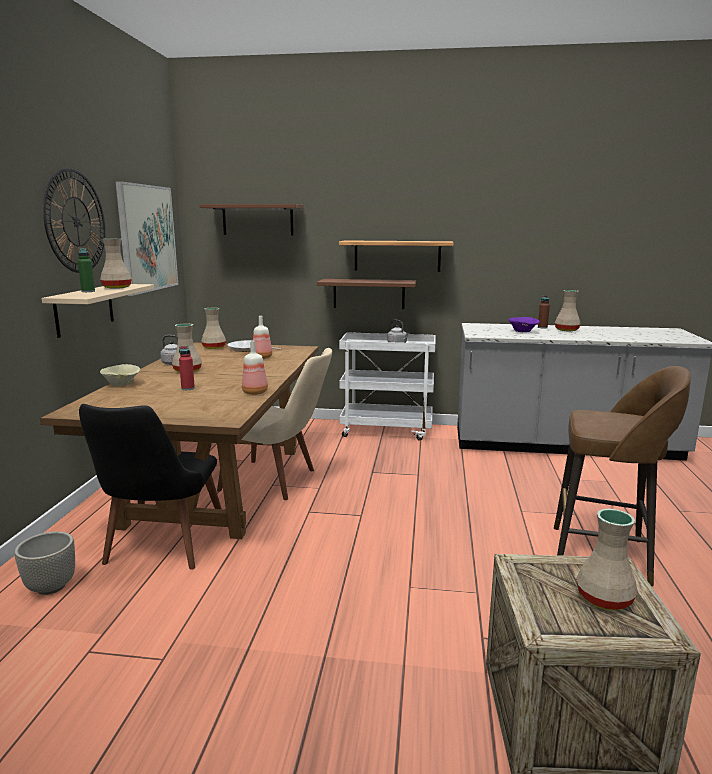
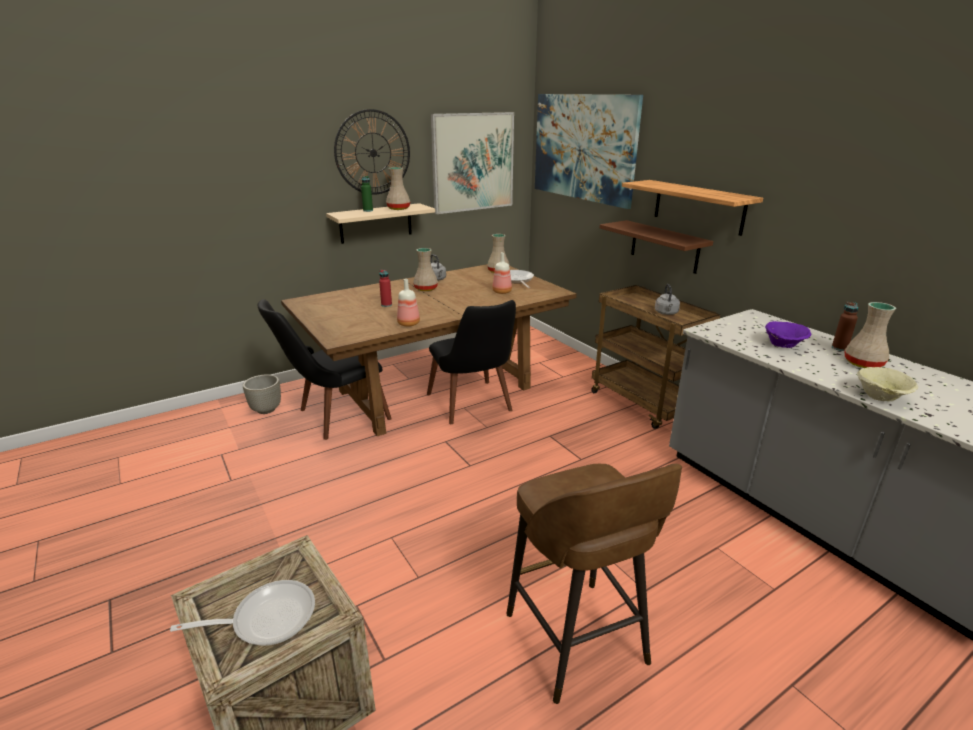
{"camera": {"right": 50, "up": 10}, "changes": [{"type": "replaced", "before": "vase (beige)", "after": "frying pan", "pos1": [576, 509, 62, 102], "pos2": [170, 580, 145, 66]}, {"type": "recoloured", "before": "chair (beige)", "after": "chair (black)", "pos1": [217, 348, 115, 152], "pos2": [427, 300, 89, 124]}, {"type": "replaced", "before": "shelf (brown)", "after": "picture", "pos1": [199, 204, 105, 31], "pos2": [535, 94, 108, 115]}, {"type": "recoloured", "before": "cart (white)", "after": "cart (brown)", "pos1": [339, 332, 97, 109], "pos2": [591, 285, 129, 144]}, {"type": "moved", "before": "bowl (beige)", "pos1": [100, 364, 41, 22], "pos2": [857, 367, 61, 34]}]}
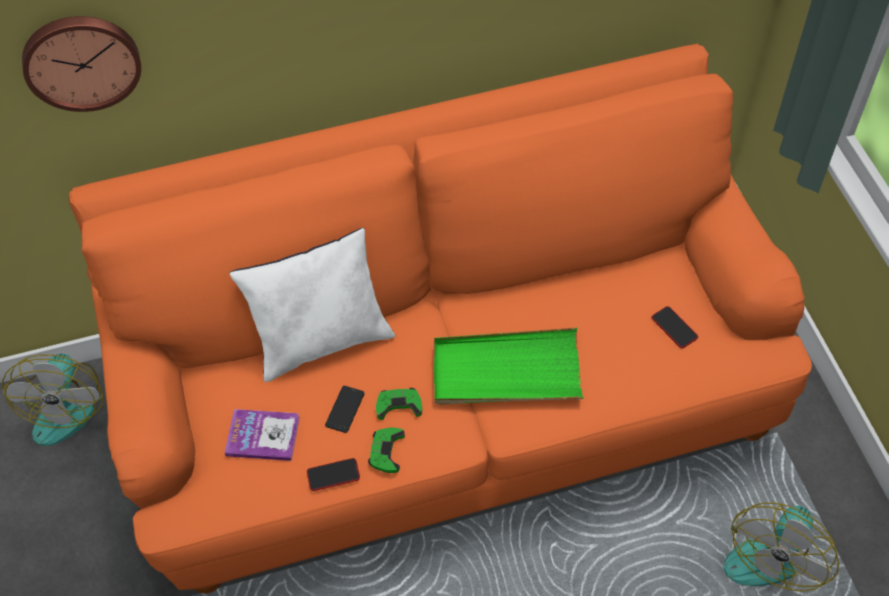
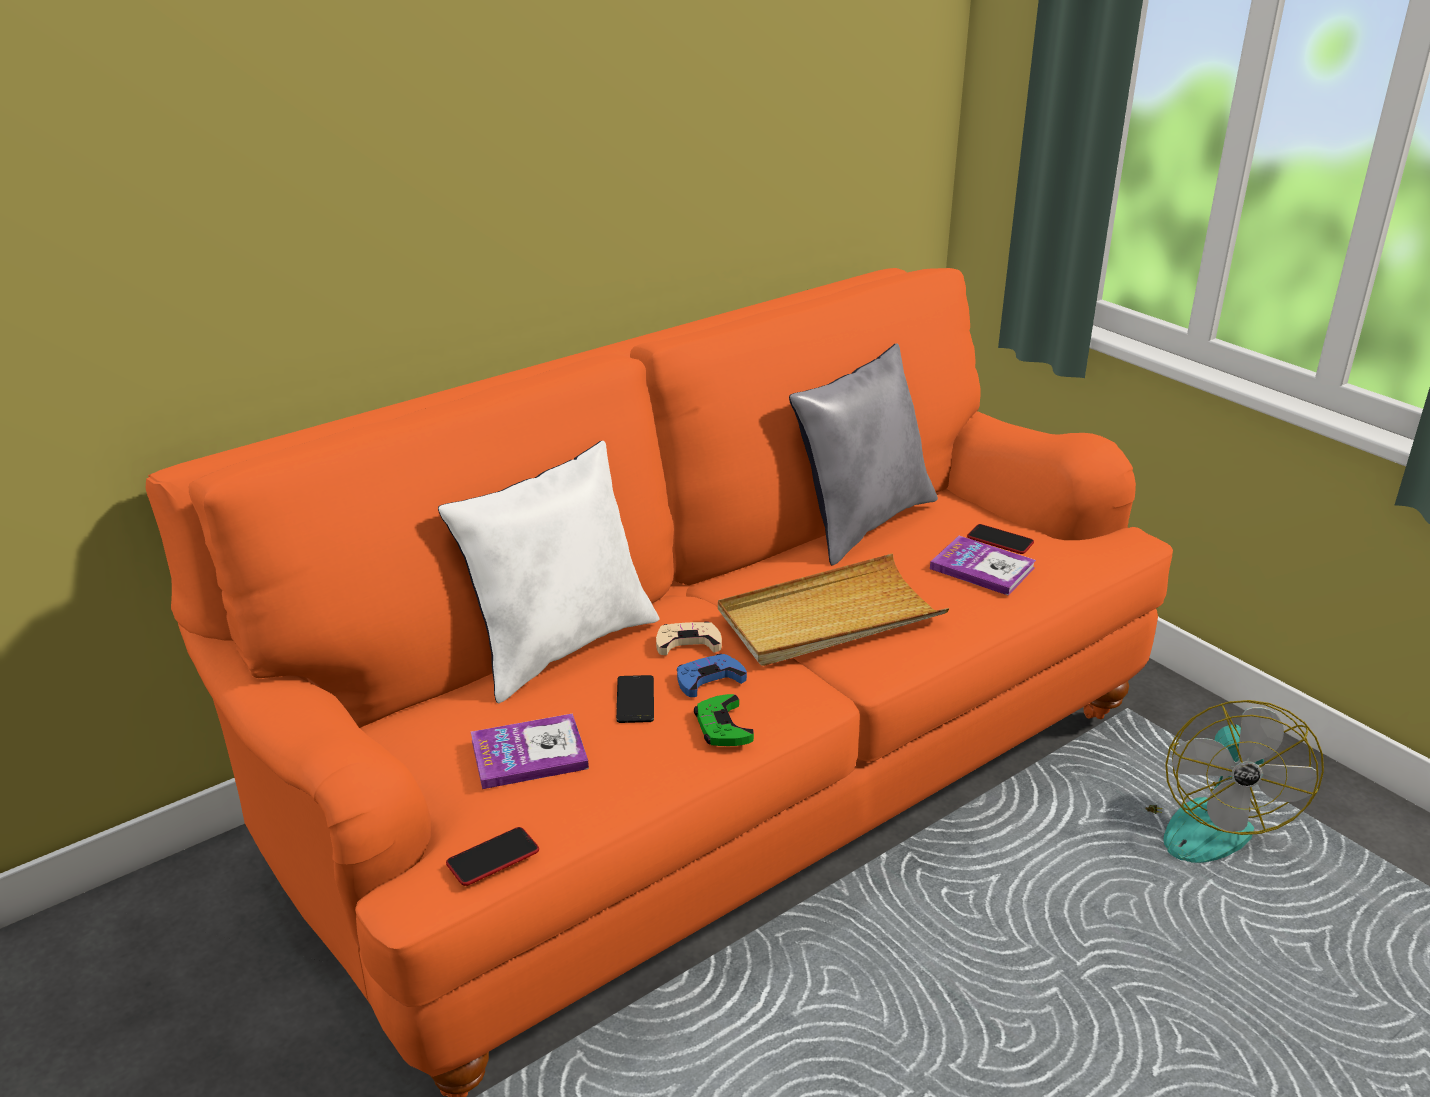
{"camera": {"right": -25, "up": -25}, "changes": [{"type": "moved", "before": "phone", "pos1": [307, 458, 53, 33], "pos2": [446, 827, 93, 59]}, {"type": "added", "after": "game controller (beige)", "pos2": [656, 621, 66, 34]}, {"type": "recoloured", "before": "game controller (green)", "after": "game controller (blue)", "pos1": [376, 388, 46, 32], "pos2": [677, 653, 70, 44]}, {"type": "recoloured", "before": "tray (green)", "after": "tray (beige)", "pos1": [434, 328, 150, 77], "pos2": [718, 554, 231, 112]}, {"type": "added", "after": "pillow (grey)", "pos2": [789, 343, 149, 223]}, {"type": "added", "after": "book", "pos2": [930, 536, 106, 60]}, {"type": "removed", "before": "fan", "pos1": [2, 354, 101, 92]}, {"type": "removed", "before": "wall clock", "pos1": [22, 16, 119, 96]}]}
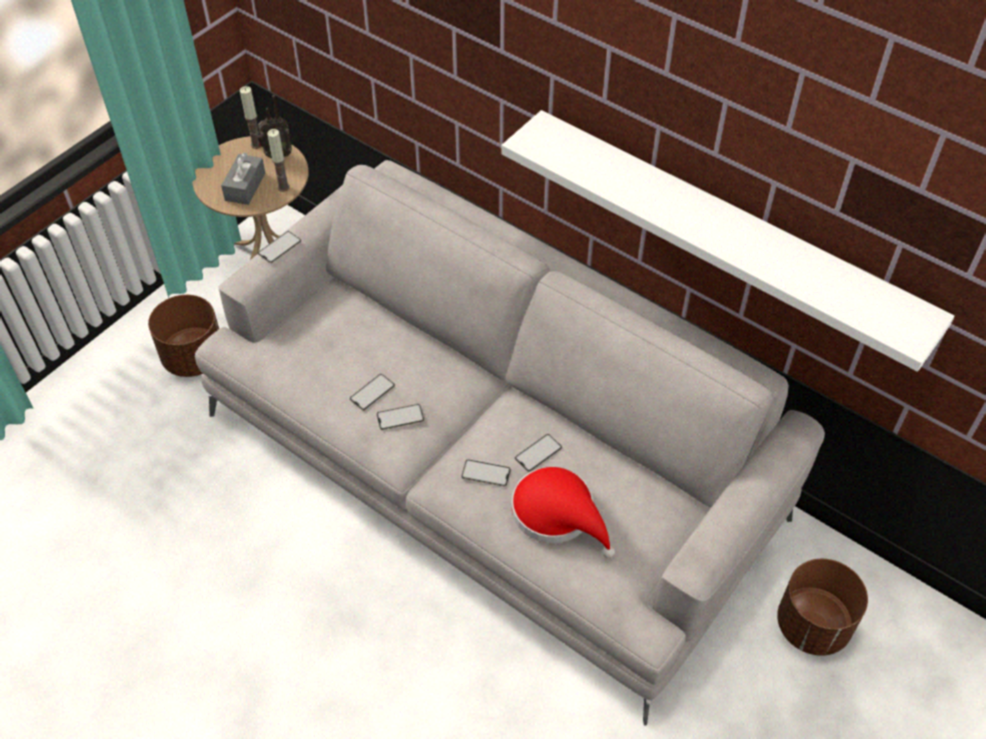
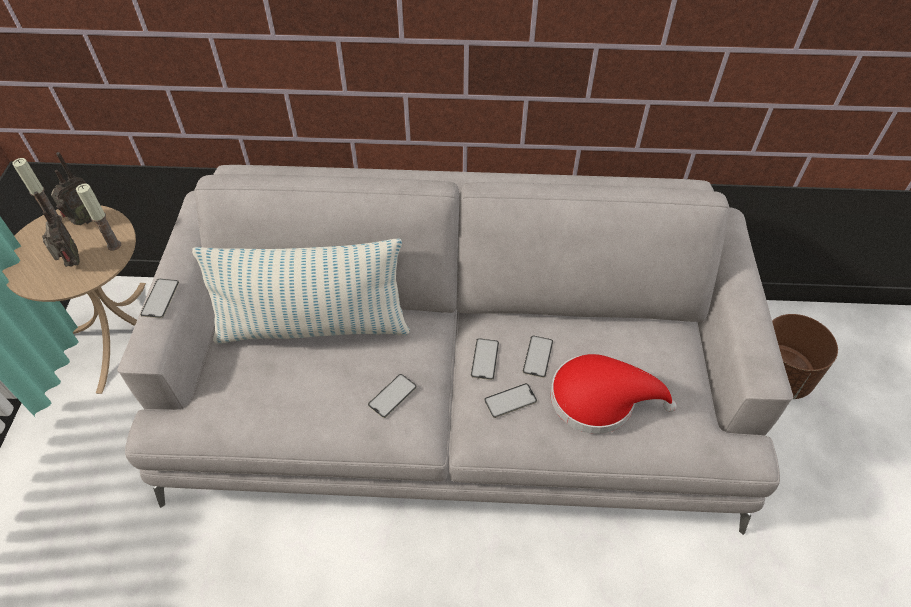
{"camera": {"right": -35, "up": 0}, "changes": [{"type": "replaced", "before": "tissue box (grey)", "after": "radio", "pos1": [221, 153, 44, 52], "pos2": [34, 191, 46, 76]}, {"type": "added", "after": "pillow", "pos2": [192, 239, 218, 104]}, {"type": "moved", "before": "phone", "pos1": [350, 374, 45, 36], "pos2": [471, 338, 28, 42]}, {"type": "removed", "before": "planter (brown)", "pos1": [148, 295, 71, 82]}, {"type": "removed", "before": "shelf (white)", "pos1": [501, 110, 454, 262]}]}
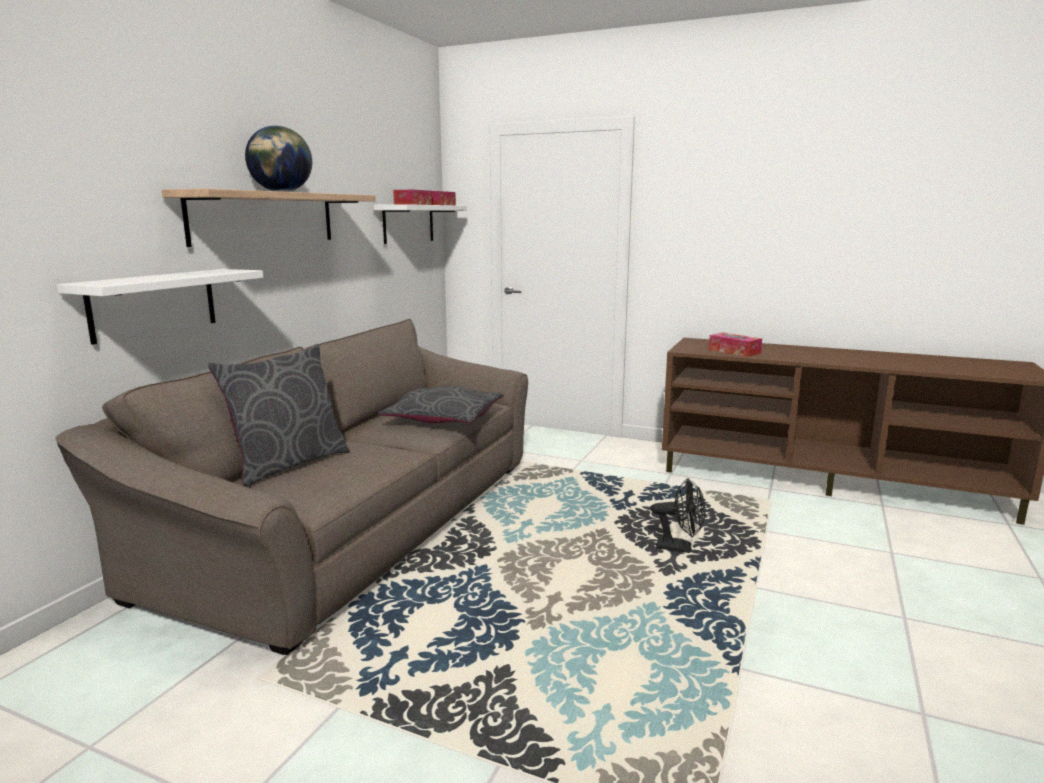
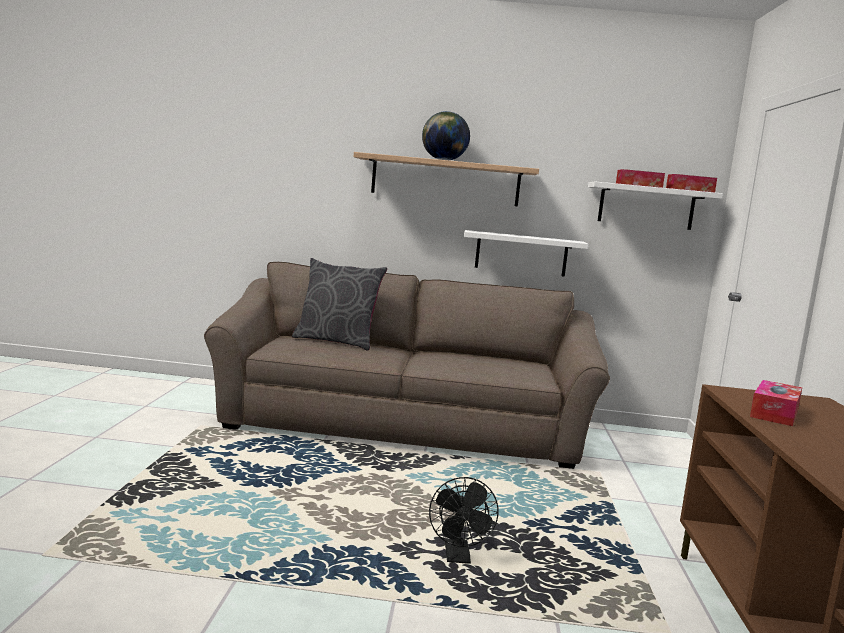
{"camera": {"right": 70, "up": -5}, "changes": [{"type": "moved", "before": "shelf (white)", "pos1": [57, 269, 206, 76], "pos2": [464, 230, 124, 47]}, {"type": "removed", "before": "pillow (grey)", "pos1": [378, 386, 126, 37]}]}
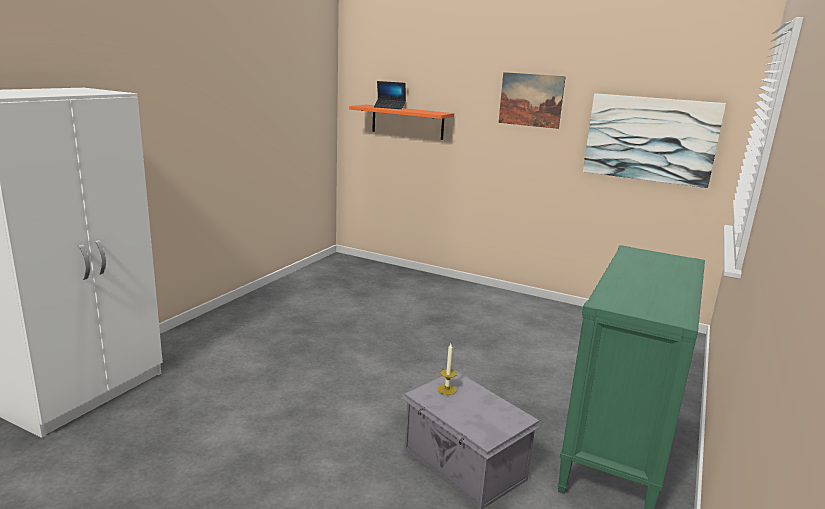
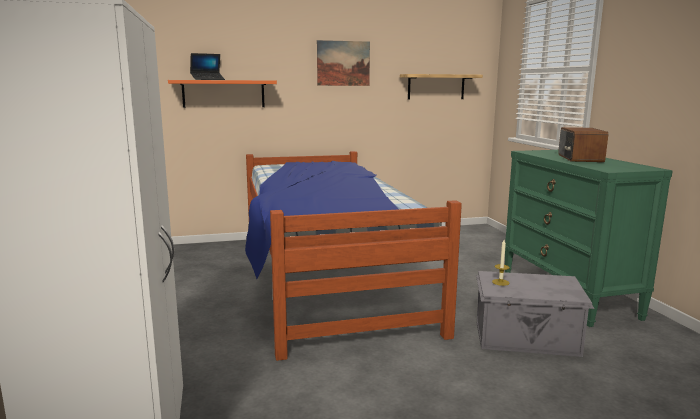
{"camera": {"right": -40, "up": -5}, "changes": [{"type": "added", "after": "bed", "pos2": [245, 151, 217, 210]}, {"type": "replaced", "before": "picture", "after": "shelf", "pos1": [583, 93, 143, 95], "pos2": [400, 74, 83, 25]}, {"type": "added", "after": "radio", "pos2": [558, 127, 50, 35]}]}
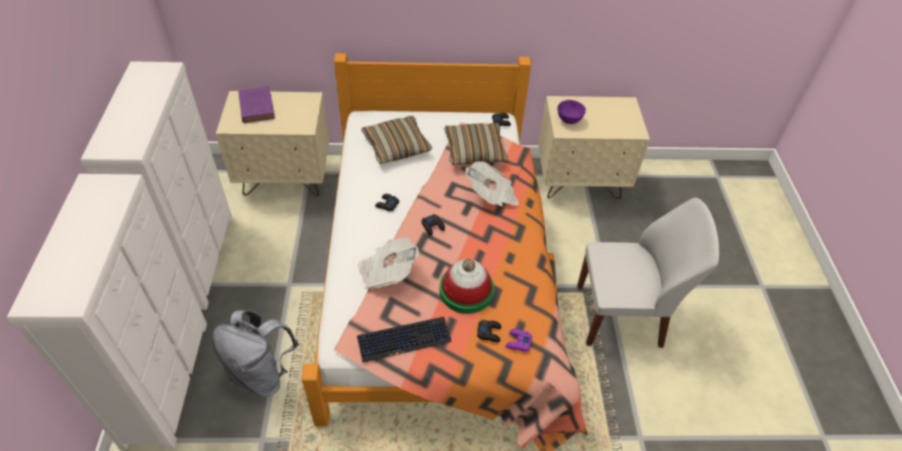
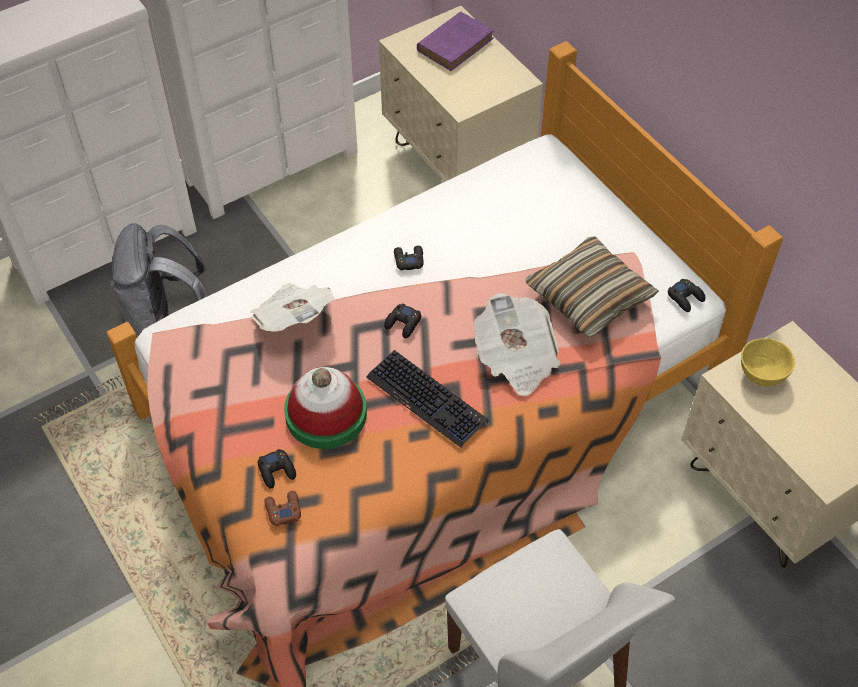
{"camera": {"right": 60, "up": 5}, "changes": [{"type": "recoloured", "before": "game controller (purple)", "after": "game controller (brown)", "pos1": [506, 329, 26, 23], "pos2": [264, 491, 37, 35]}, {"type": "moved", "before": "keyboard", "pos1": [357, 317, 95, 46], "pos2": [366, 350, 123, 98]}, {"type": "recoloured", "before": "bowl (purple)", "after": "bowl (yellow)", "pos1": [557, 100, 29, 24], "pos2": [741, 338, 54, 48]}, {"type": "removed", "before": "pillow", "pos1": [361, 116, 71, 48]}]}
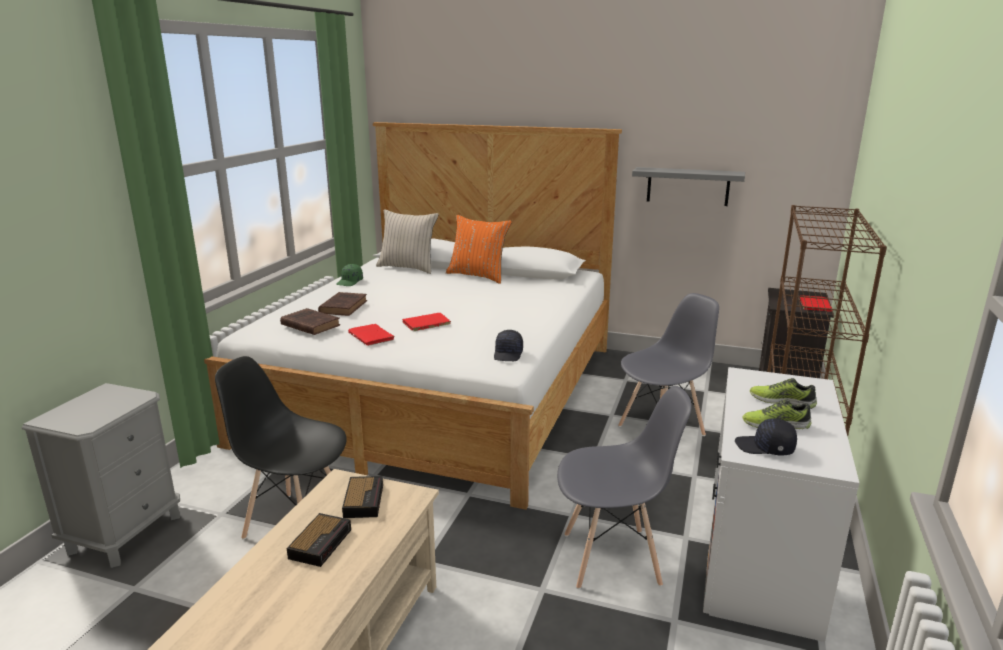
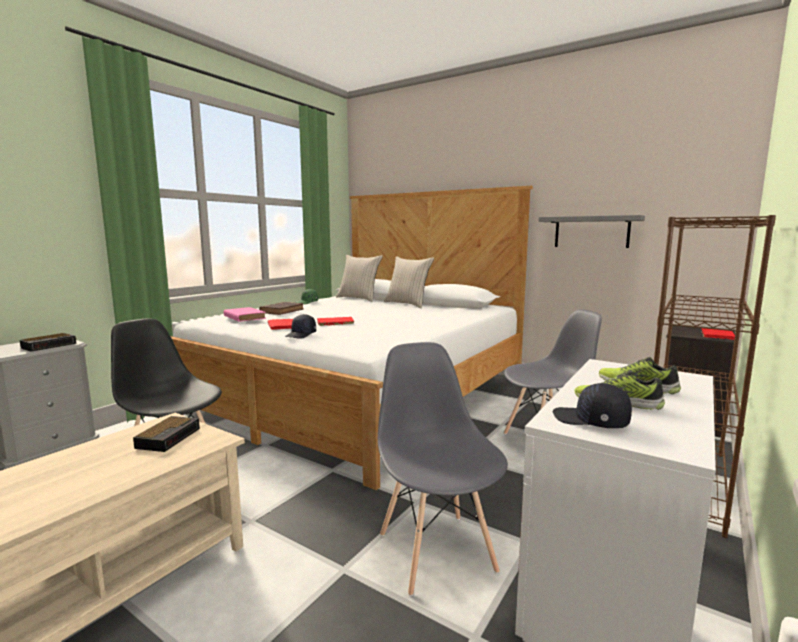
{"camera": {"right": 15, "up": -10}, "changes": [{"type": "moved", "before": "alarm clock", "pos1": [287, 513, 64, 54], "pos2": [19, 333, 57, 19]}, {"type": "recoloured", "before": "book (brown)", "after": "book (pink)", "pos1": [280, 308, 60, 27], "pos2": [224, 307, 42, 15]}, {"type": "moved", "before": "cap (black)", "pos1": [494, 330, 29, 31], "pos2": [285, 314, 31, 25]}, {"type": "turned", "before": "chair (grey)", "pos1": [557, 386, 135, 203], "pos2": [378, 342, 130, 254], "turn": -120}, {"type": "recoloured", "before": "pillow (orange)", "after": "pillow (beige)", "pos1": [446, 215, 66, 69], "pos2": [384, 256, 50, 52]}]}
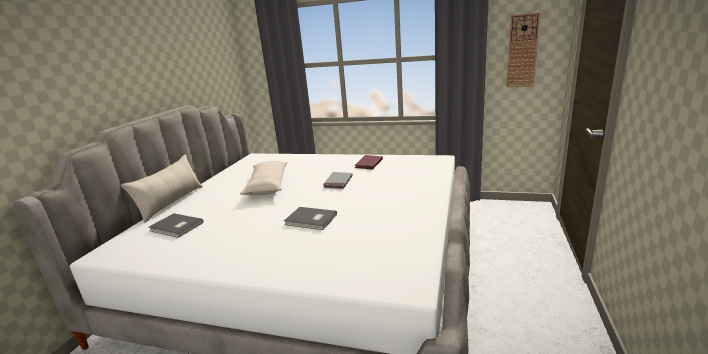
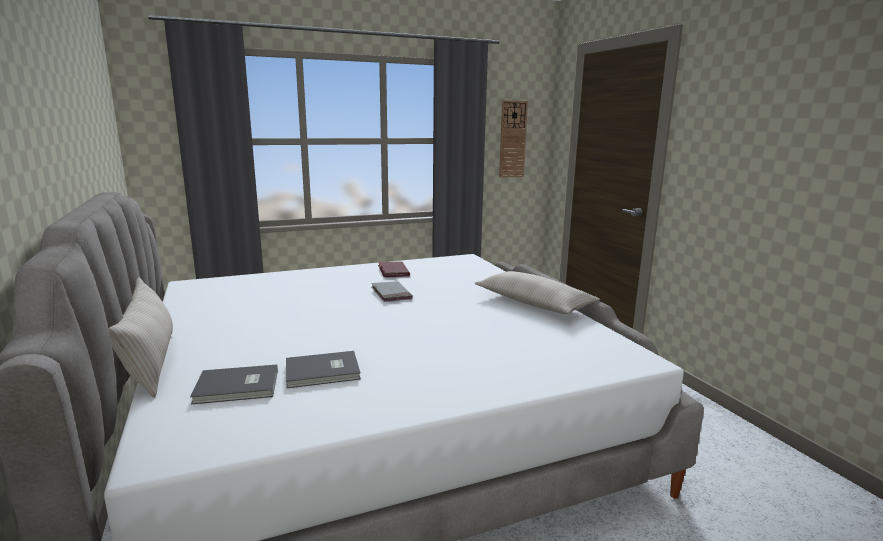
{"camera": {"right": -40, "up": -5}, "changes": [{"type": "moved", "before": "book (grey)", "pos1": [284, 207, 53, 23], "pos2": [286, 351, 75, 37]}, {"type": "moved", "before": "pillow (beige)", "pos1": [240, 161, 48, 34], "pos2": [475, 271, 125, 43]}]}
